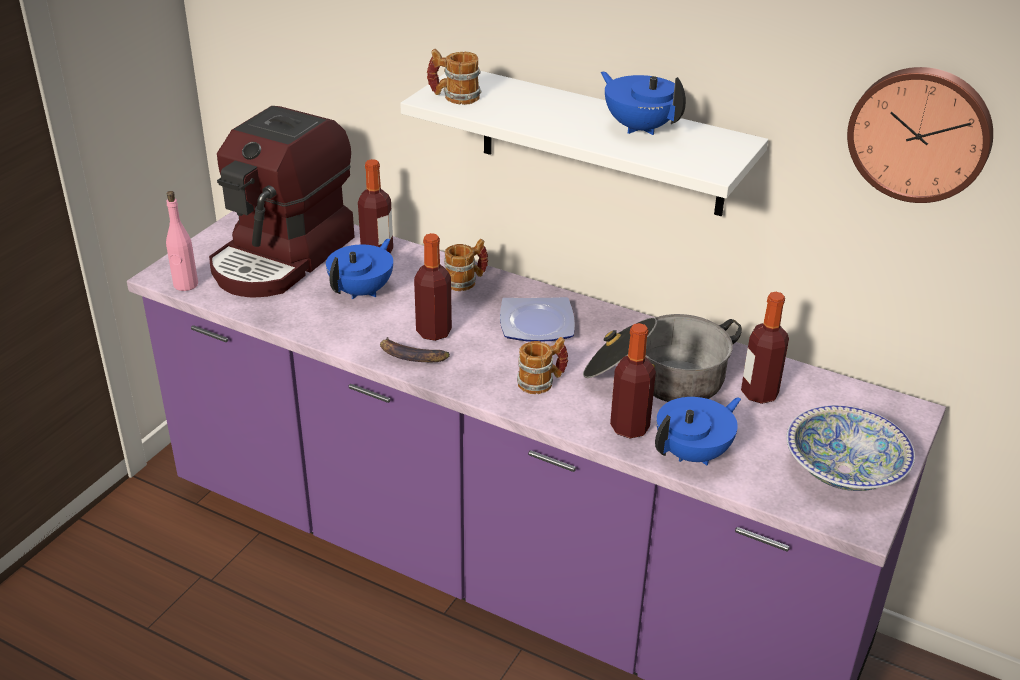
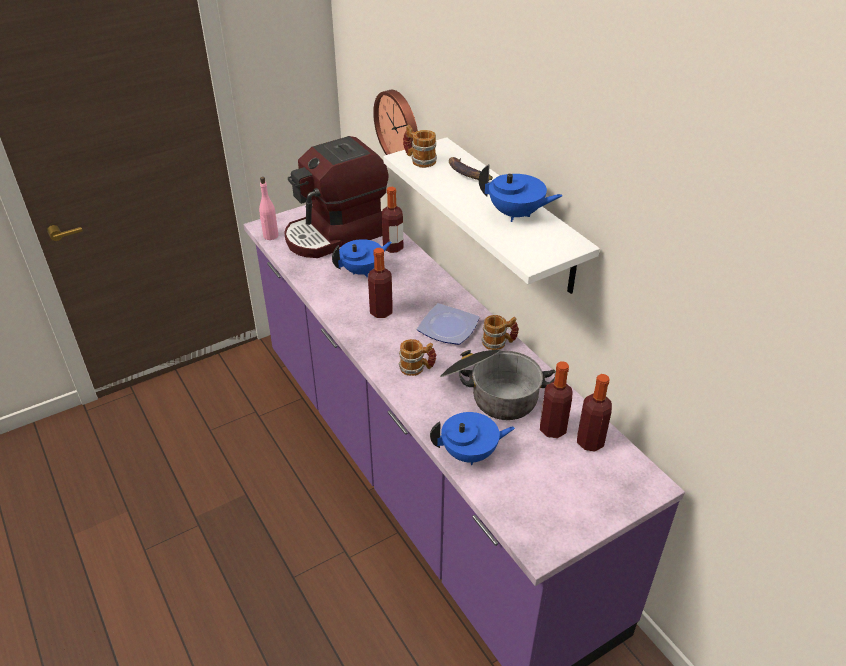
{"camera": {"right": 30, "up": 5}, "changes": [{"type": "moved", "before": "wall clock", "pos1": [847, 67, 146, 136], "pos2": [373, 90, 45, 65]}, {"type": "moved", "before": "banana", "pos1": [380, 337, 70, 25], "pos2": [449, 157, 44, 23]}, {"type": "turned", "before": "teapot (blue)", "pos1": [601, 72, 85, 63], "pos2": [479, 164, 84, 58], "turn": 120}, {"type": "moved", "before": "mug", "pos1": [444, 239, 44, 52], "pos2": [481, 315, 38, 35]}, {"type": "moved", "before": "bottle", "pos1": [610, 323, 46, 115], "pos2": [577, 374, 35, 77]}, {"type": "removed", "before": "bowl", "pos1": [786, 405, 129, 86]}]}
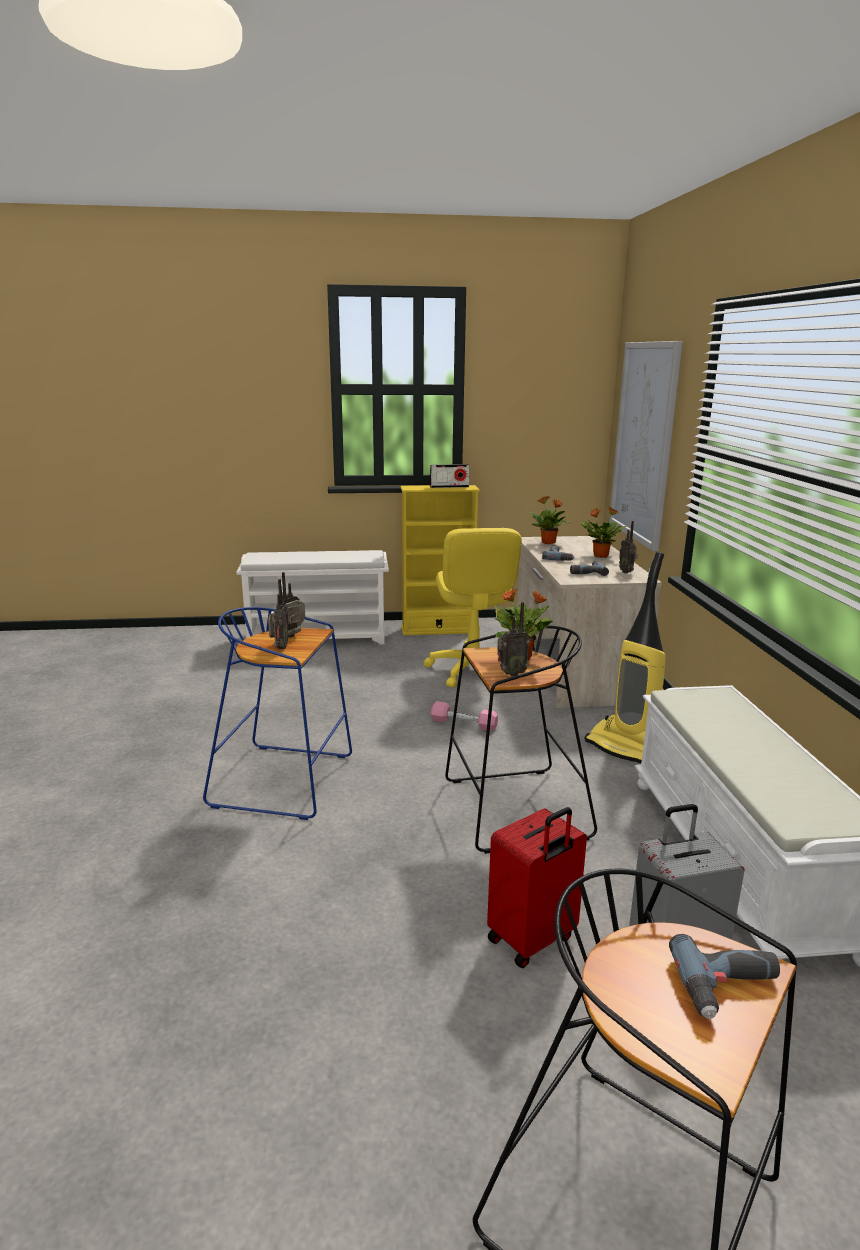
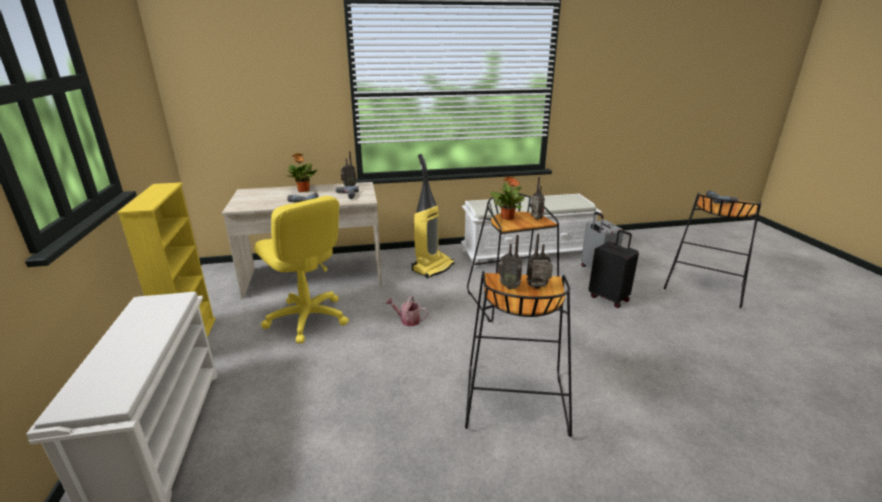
{"camera": {"right": -95, "up": 5}, "changes": [{"type": "turned", "before": "office chair (yellow)", "pos1": [424, 528, 98, 159], "pos2": [255, 196, 94, 148], "turn": 60}, {"type": "replaced", "before": "dumbbell (pink)", "after": "watering can", "pos1": [431, 701, 67, 30], "pos2": [386, 296, 42, 30]}, {"type": "recoloured", "before": "stool (blue)", "after": "stool (black)", "pos1": [203, 607, 149, 213], "pos2": [465, 271, 107, 166]}, {"type": "recoloured", "before": "suitcase (red)", "after": "suitcase (black)", "pos1": [487, 807, 100, 161], "pos2": [589, 230, 50, 78]}, {"type": "removed", "before": "radio", "pos1": [430, 464, 40, 24]}, {"type": "removed", "before": "potted plant", "pos1": [529, 496, 42, 48]}, {"type": "removed", "before": "picture", "pos1": [609, 341, 74, 210]}]}
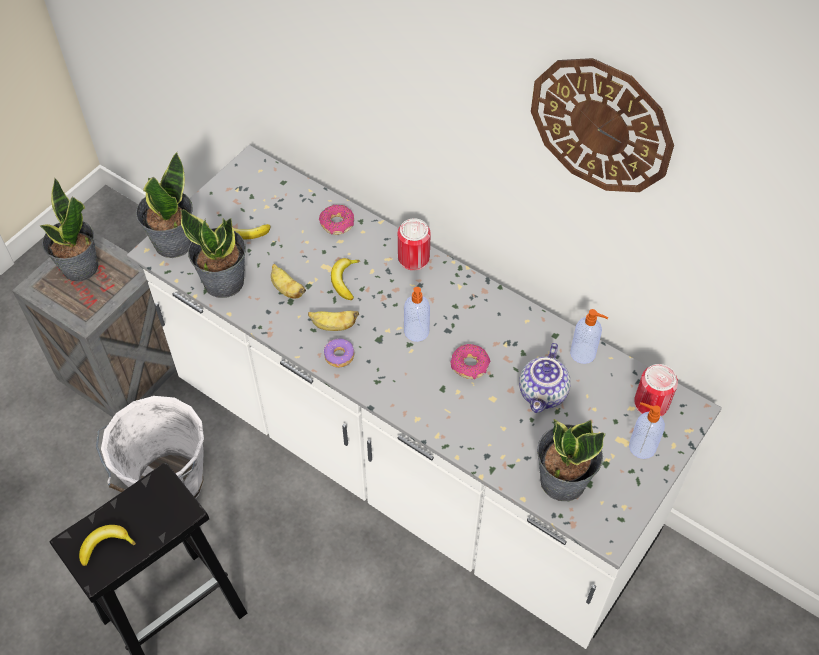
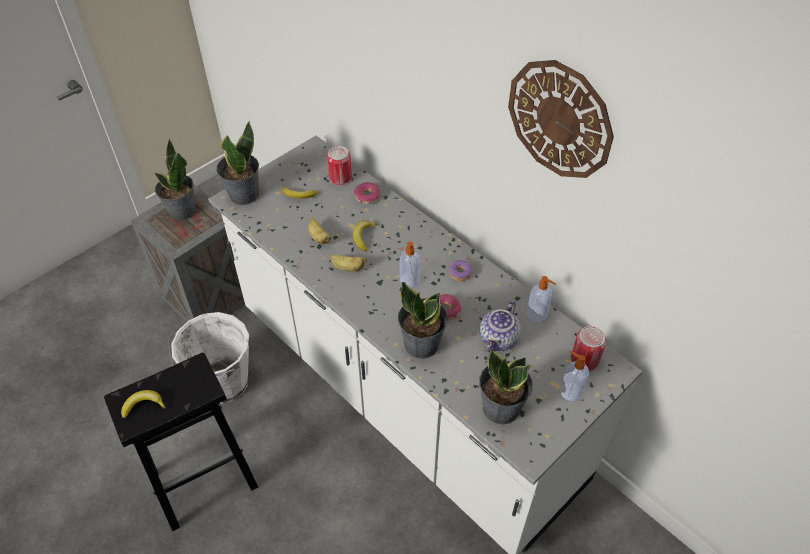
{"camera": {"right": 10, "up": -5}, "changes": [{"type": "moved", "before": "can", "pos1": [398, 218, 33, 53], "pos2": [327, 146, 25, 40]}, {"type": "moved", "before": "potted plant", "pos1": [180, 209, 66, 89], "pos2": [398, 282, 50, 77]}, {"type": "moved", "before": "donut", "pos1": [324, 339, 30, 29], "pos2": [449, 260, 23, 21]}]}
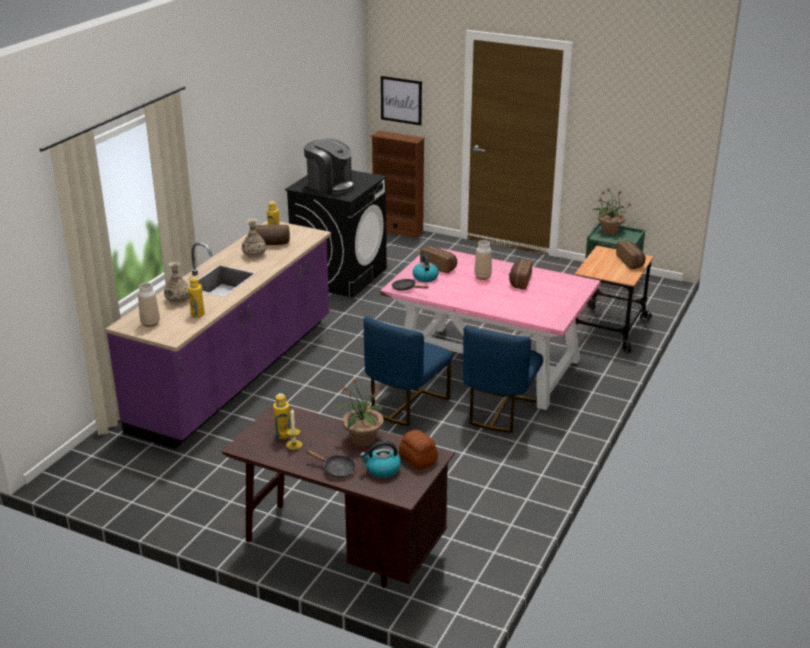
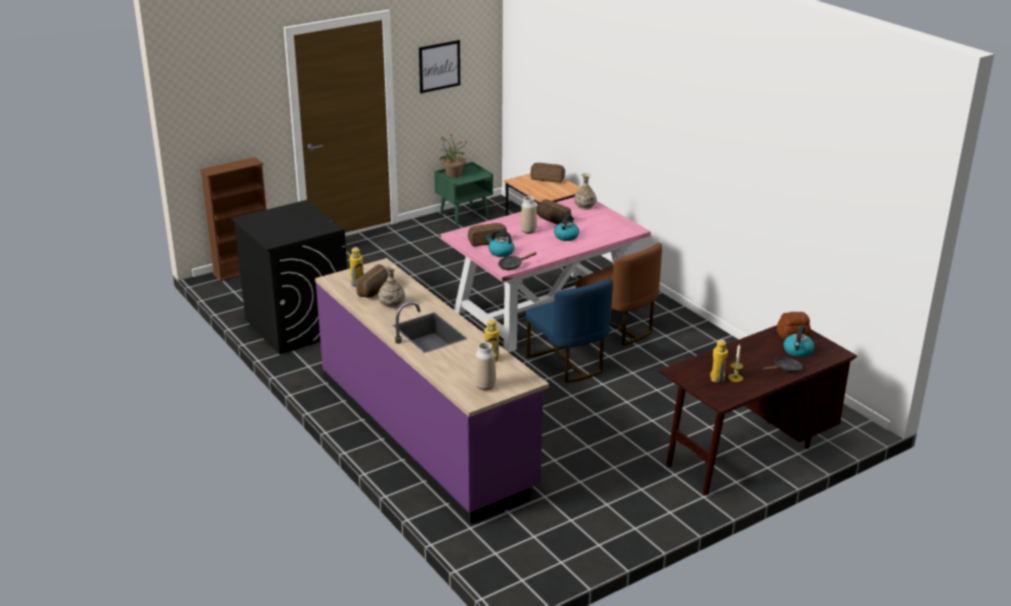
{"camera": {"right": -60, "up": 0}, "changes": [{"type": "moved", "before": "picture", "pos1": [381, 76, 41, 49], "pos2": [419, 40, 41, 53]}, {"type": "added", "after": "kettle", "pos2": [554, 214, 25, 27]}, {"type": "moved", "before": "vase", "pos1": [164, 262, 25, 43], "pos2": [574, 173, 23, 37]}, {"type": "recoloured", "before": "chair (blue)", "after": "chair (brown)", "pos1": [463, 326, 80, 107], "pos2": [576, 243, 86, 103]}, {"type": "removed", "before": "coffee machine", "pos1": [304, 139, 50, 55]}, {"type": "removed", "before": "potted plant", "pos1": [336, 379, 48, 68]}]}
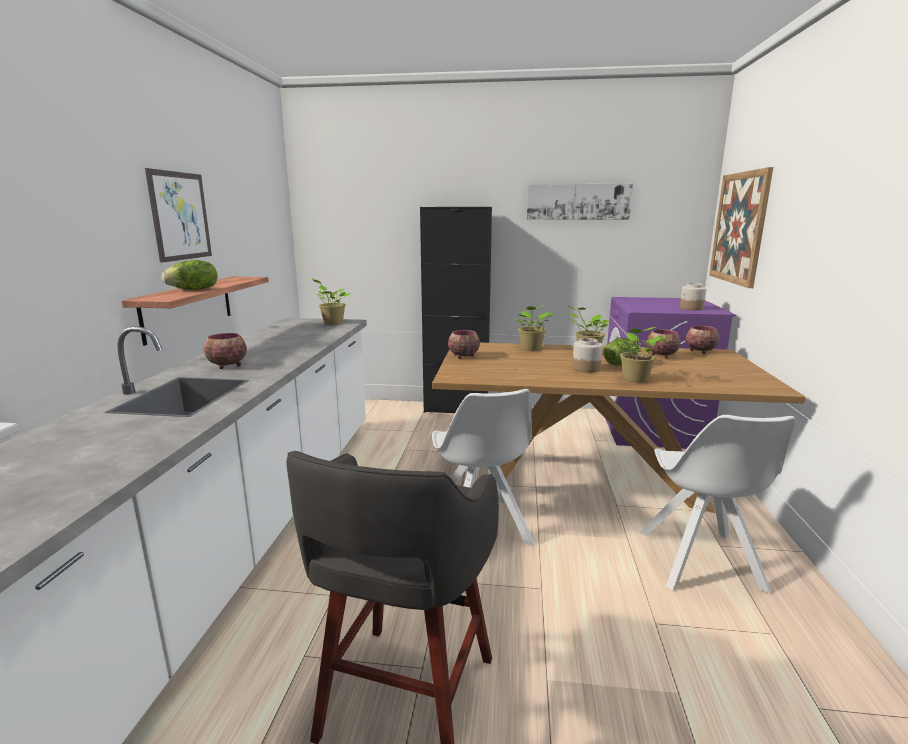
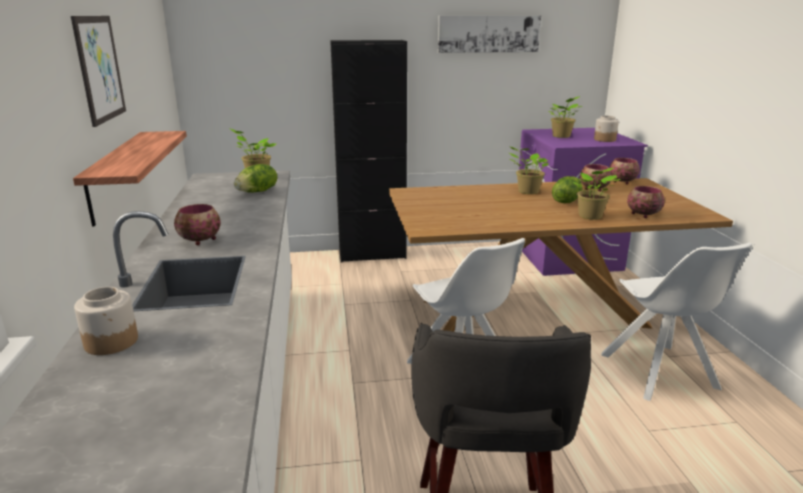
{"camera": {"right": -15, "up": 5}, "changes": [{"type": "moved", "before": "jar", "pos1": [572, 338, 30, 35], "pos2": [74, 287, 64, 68]}, {"type": "moved", "before": "lettuce", "pos1": [162, 260, 56, 30], "pos2": [234, 164, 43, 29]}, {"type": "moved", "before": "potted plant", "pos1": [516, 304, 37, 47], "pos2": [549, 96, 33, 42]}, {"type": "moved", "before": "bowl", "pos1": [448, 330, 32, 29], "pos2": [627, 186, 38, 32]}, {"type": "removed", "before": "picture", "pos1": [709, 167, 64, 121]}]}
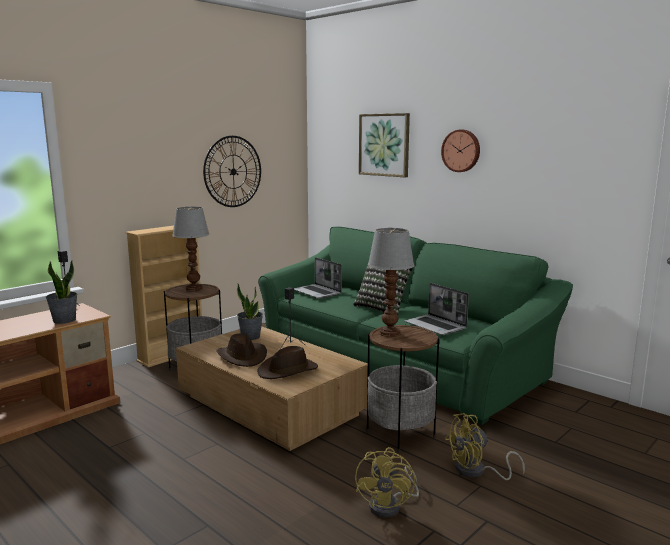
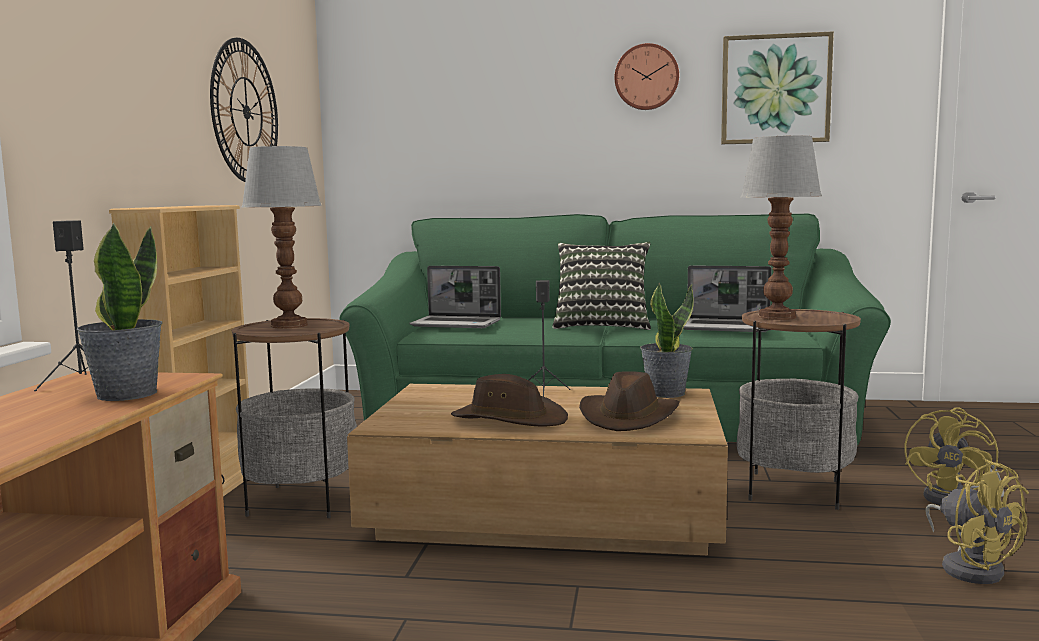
{"camera": {"right": -35, "up": -5}, "changes": [{"type": "moved", "before": "potted plant", "pos1": [237, 284, 26, 56], "pos2": [640, 283, 54, 115]}, {"type": "moved", "before": "picture", "pos1": [359, 113, 51, 64], "pos2": [721, 32, 113, 112]}]}
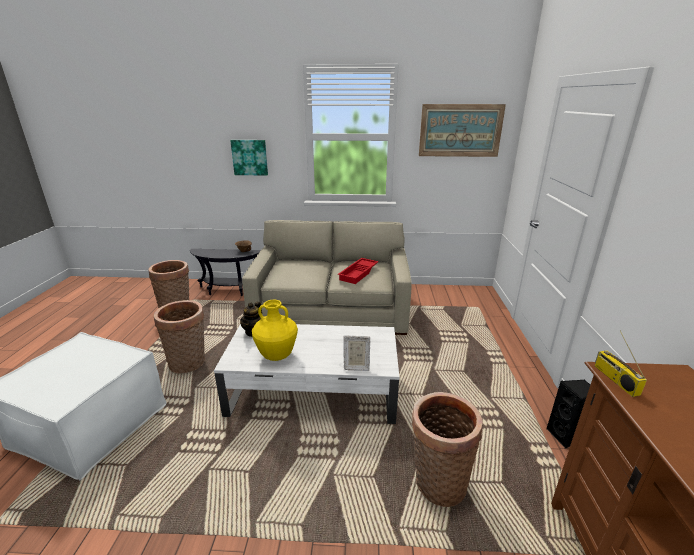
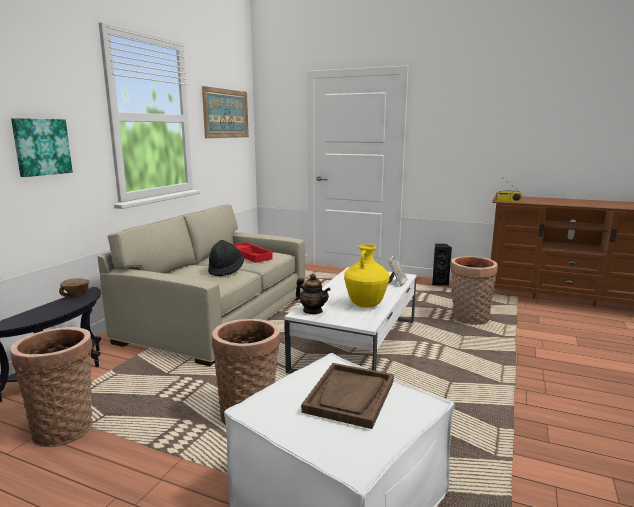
{"camera": {"right": -70, "up": -10}, "changes": [{"type": "added", "after": "hat (black)", "pos2": [208, 240, 36, 37]}, {"type": "added", "after": "tray (brown)", "pos2": [301, 363, 93, 66]}]}
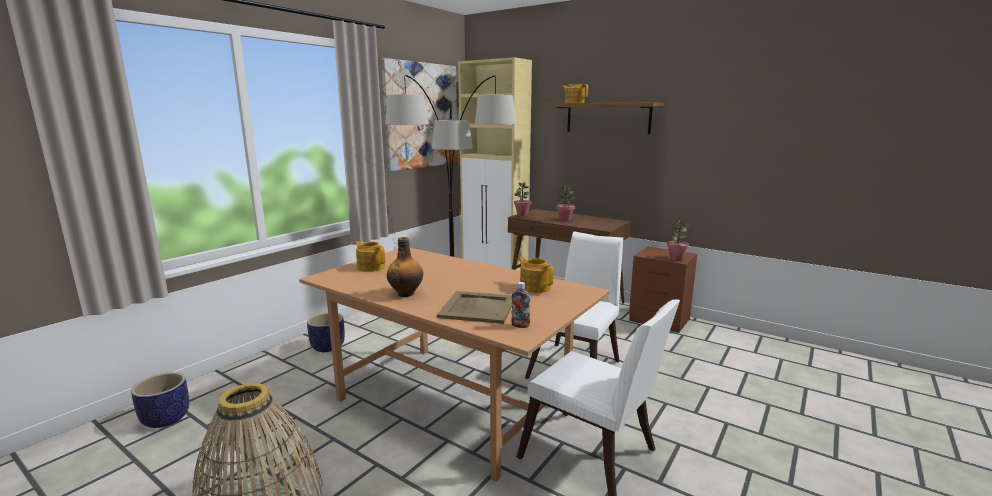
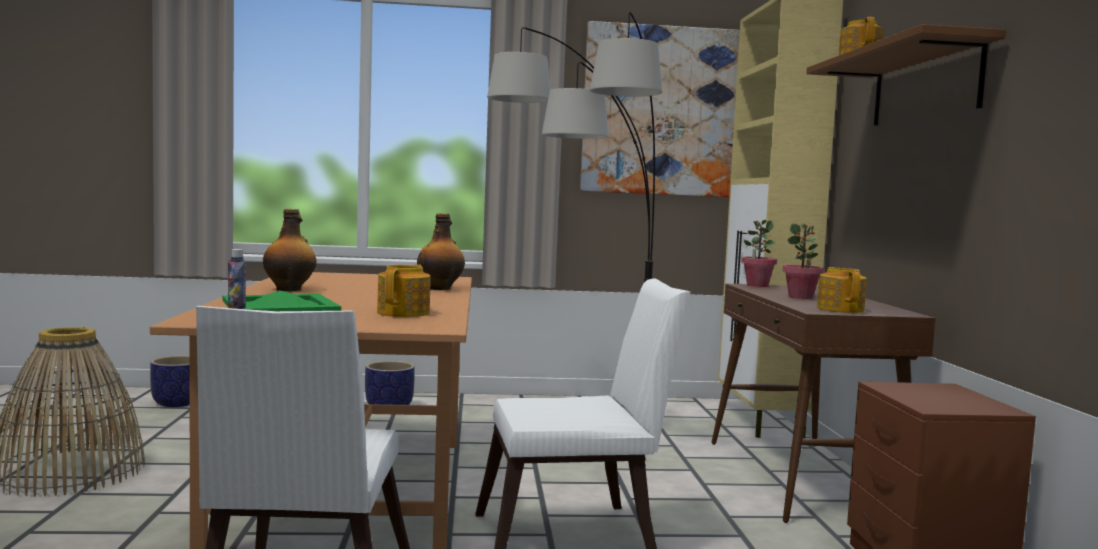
{"camera": {"right": 50, "up": -10}, "changes": [{"type": "recoloured", "before": "tray (beige)", "after": "tray (green)", "pos1": [437, 291, 75, 33], "pos2": [223, 291, 118, 20]}, {"type": "added", "after": "bottle", "pos2": [417, 213, 48, 77]}, {"type": "moved", "before": "teapot", "pos1": [355, 241, 30, 31], "pos2": [817, 267, 50, 46]}, {"type": "removed", "before": "potted plant", "pos1": [667, 221, 22, 40]}]}
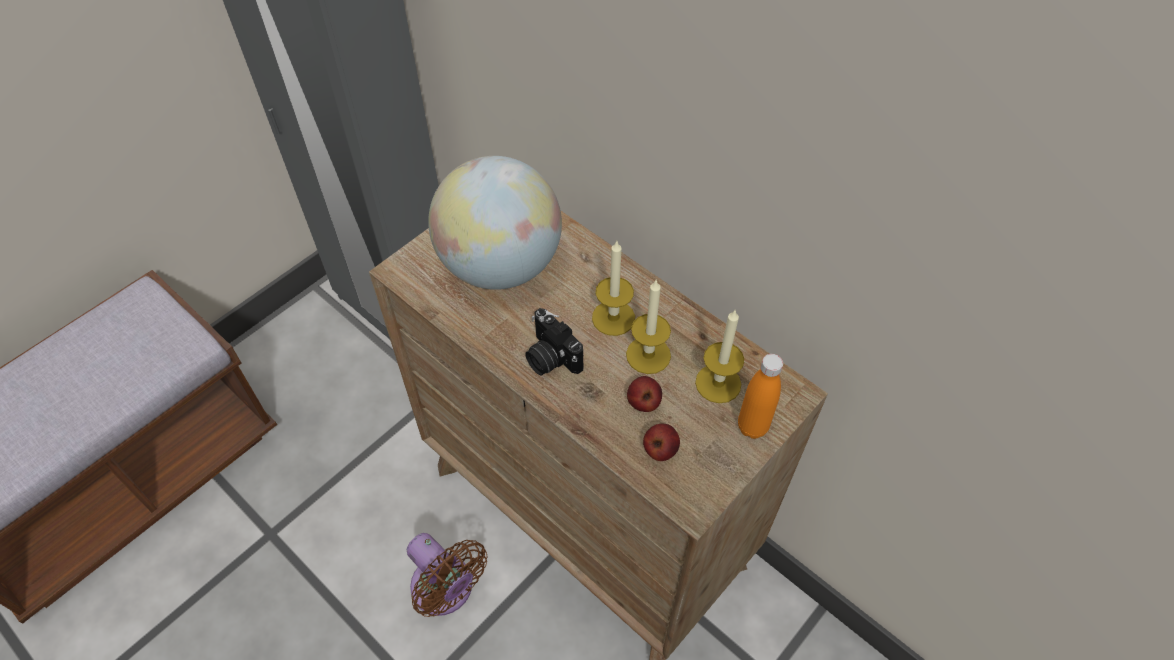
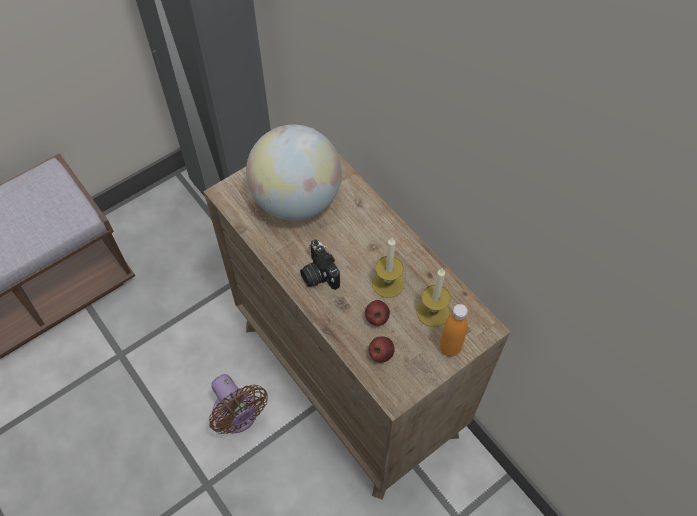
{"camera": {"right": 10, "up": 5}, "changes": [{"type": "removed", "before": "candle", "pos1": [592, 241, 43, 95]}]}
